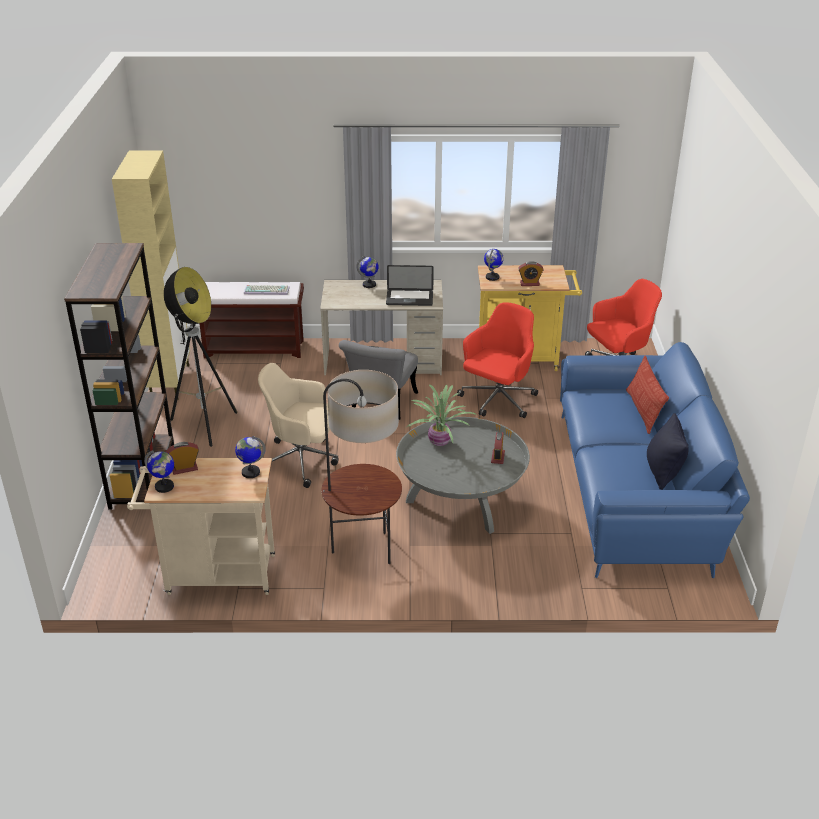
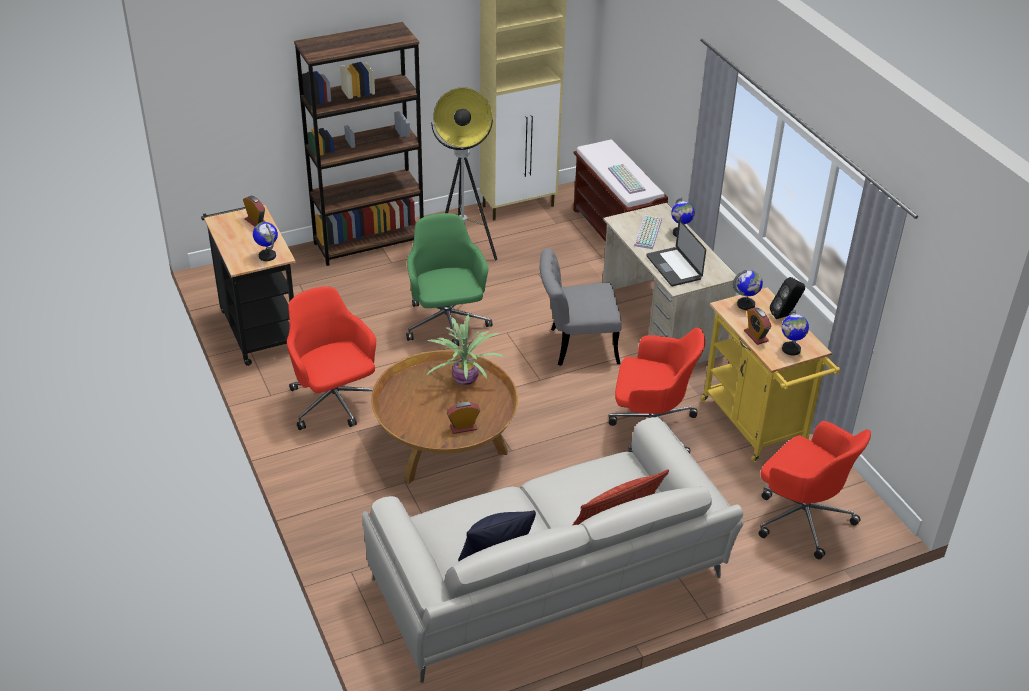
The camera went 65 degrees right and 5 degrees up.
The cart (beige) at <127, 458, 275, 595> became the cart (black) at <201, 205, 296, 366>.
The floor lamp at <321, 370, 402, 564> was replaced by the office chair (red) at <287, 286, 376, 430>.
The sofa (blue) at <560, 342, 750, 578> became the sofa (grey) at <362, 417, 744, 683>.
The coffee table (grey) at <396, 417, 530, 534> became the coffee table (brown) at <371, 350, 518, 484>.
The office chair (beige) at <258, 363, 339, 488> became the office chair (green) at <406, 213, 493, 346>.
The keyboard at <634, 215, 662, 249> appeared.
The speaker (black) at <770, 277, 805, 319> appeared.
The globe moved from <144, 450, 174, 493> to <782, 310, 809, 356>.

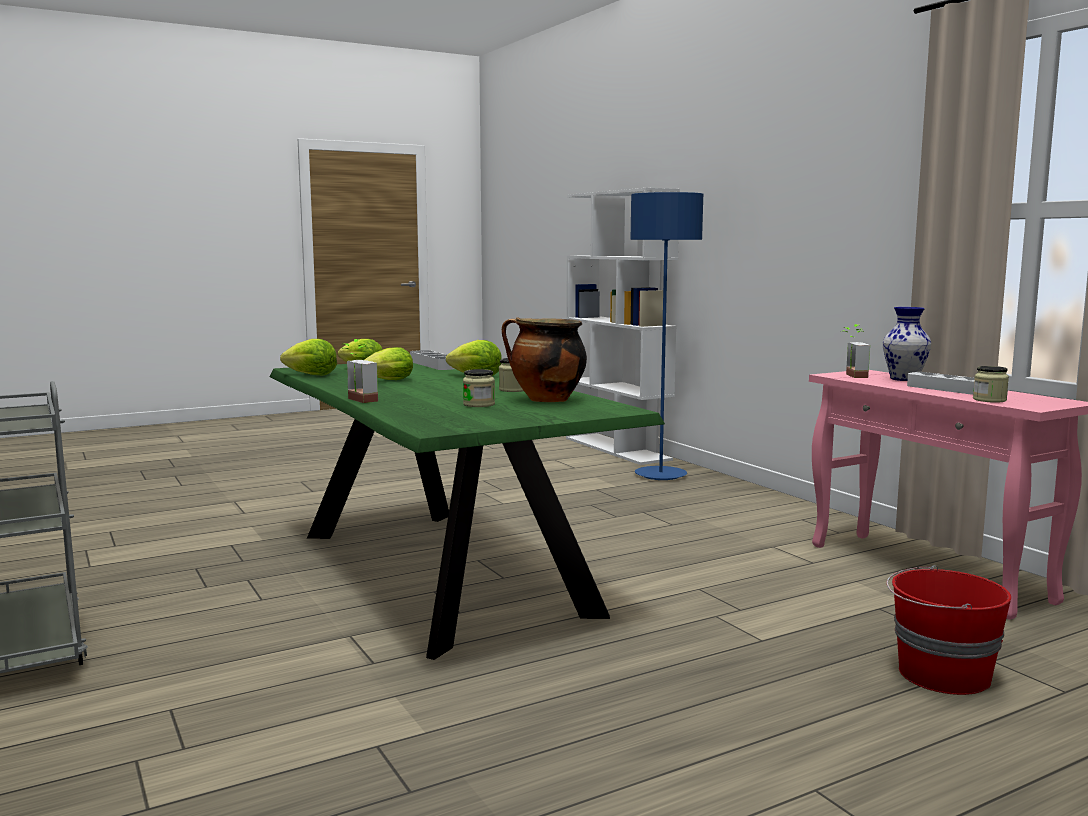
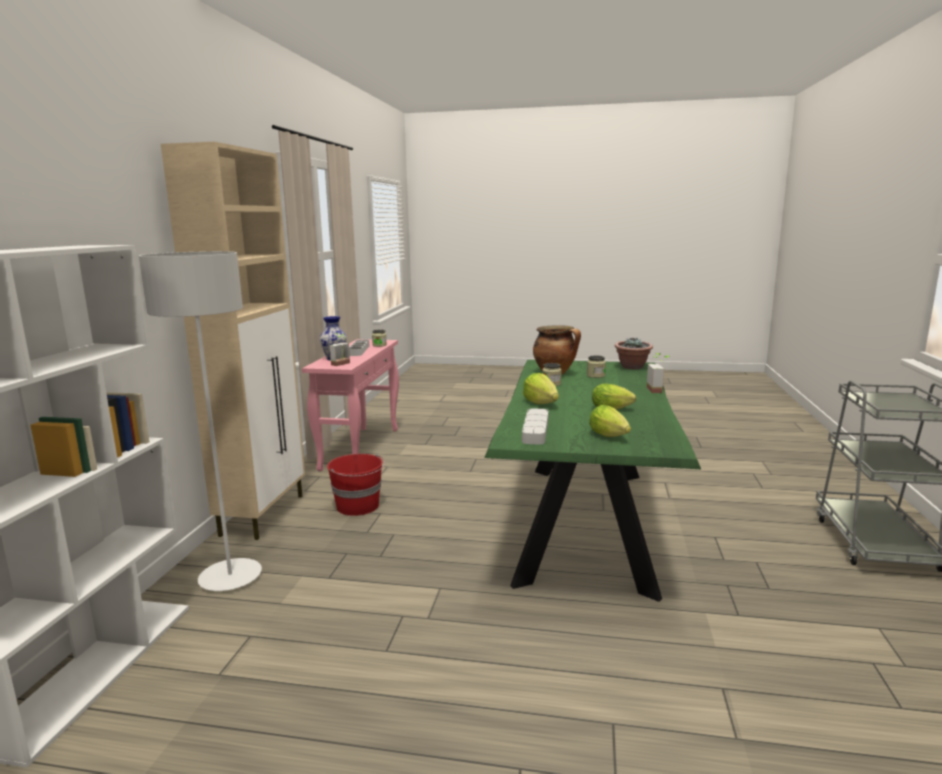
The camera went 140 degrees left and 5 degrees up.
The floor lamp (blue) at <630, 192, 704, 480> became the floor lamp (grey) at <139, 251, 262, 591>.
The cabinet (beige) at <161, 142, 305, 540> appeared.
The bucket (red) moved from <887, 565, 1011, 695> to <327, 454, 385, 516>.
The potted plant at <615, 337, 653, 369> appeared.
The lettuce at <280, 339, 337, 375> disappeared.

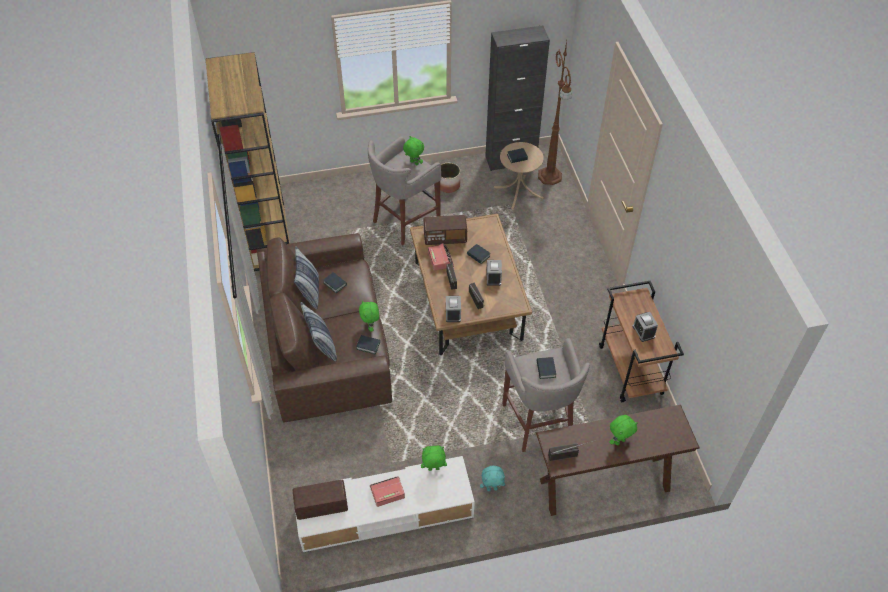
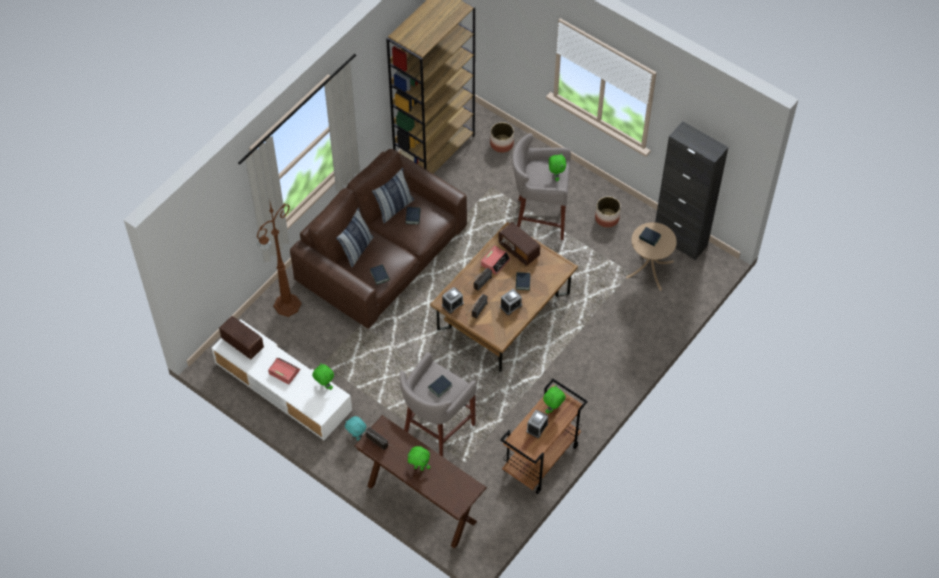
The camera went 50 degrees right and 5 degrees up.
The floor lamp (brown) moved from <538, 41, 572, 185> to <257, 199, 302, 317>.
The planter at <490, 122, 514, 153> appeared.
The plush toy (green) moved from <359, 301, 379, 331> to <543, 385, 566, 414>.

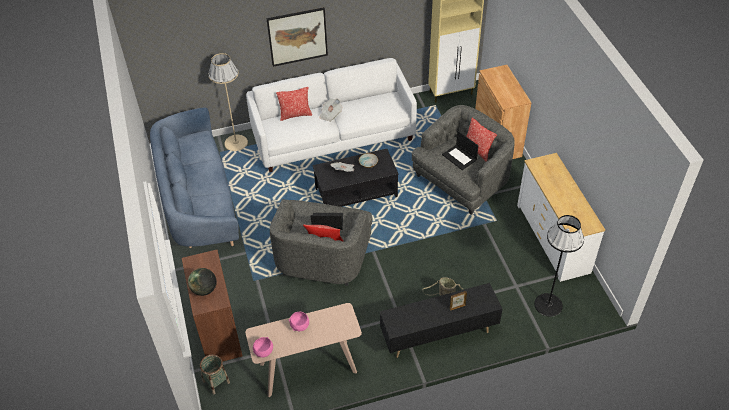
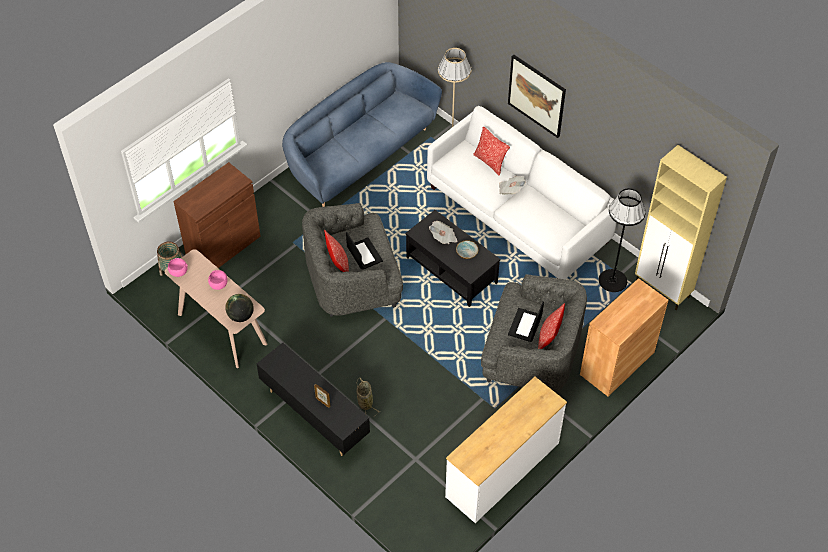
The camera went 60 degrees right and 5 degrees up.
The globe moved from <188, 268, 217, 296> to <225, 294, 254, 322>.
The floor lamp (black) moved from <534, 215, 584, 317> to <599, 188, 646, 292>.

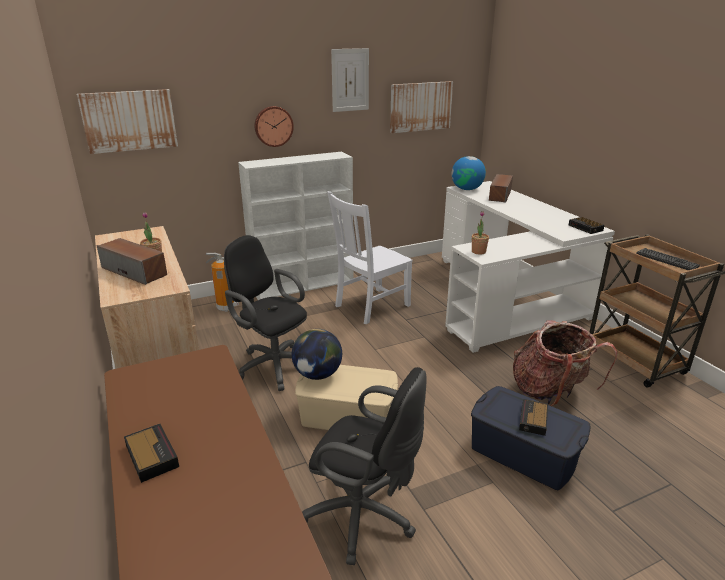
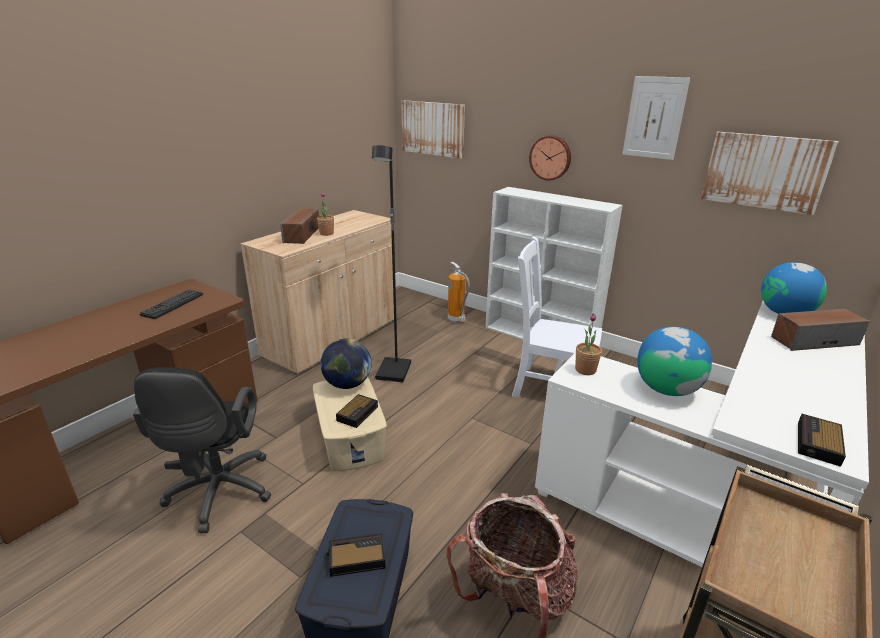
The camera went 60 degrees right and 0 degrees up.
The keyboard moved from <636, 248, 700, 270> to <140, 289, 203, 319>.
The alarm clock moved from <124, 424, 179, 483> to <336, 394, 378, 428>.
The office chair (black) at <224, 235, 307, 391> was replaced by the floor lamp (black) at <372, 145, 411, 383>.
The globe at <637, 327, 712, 396> appeared.

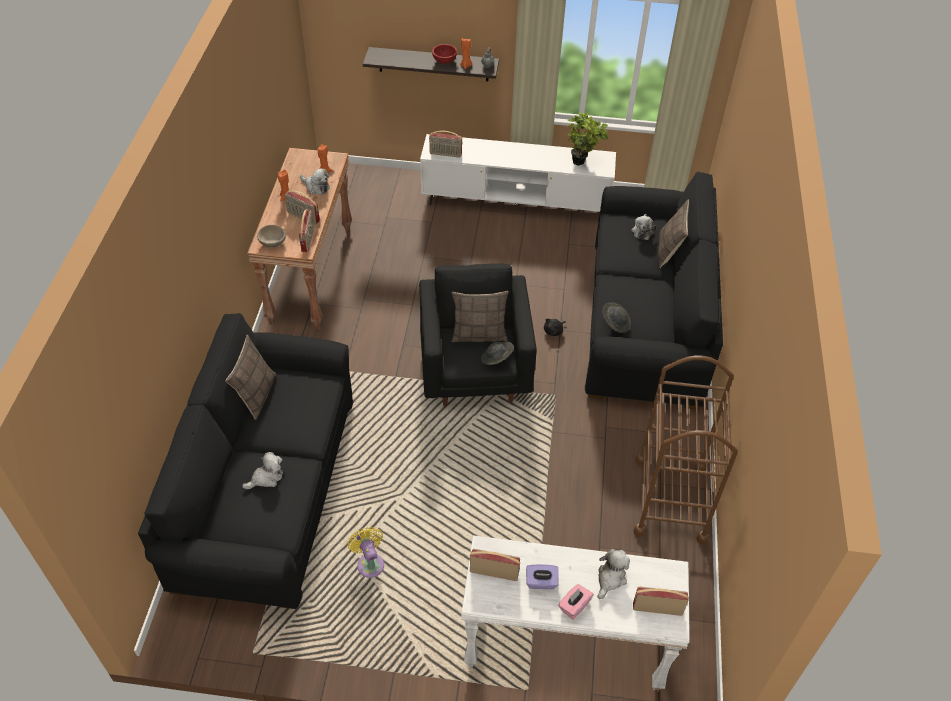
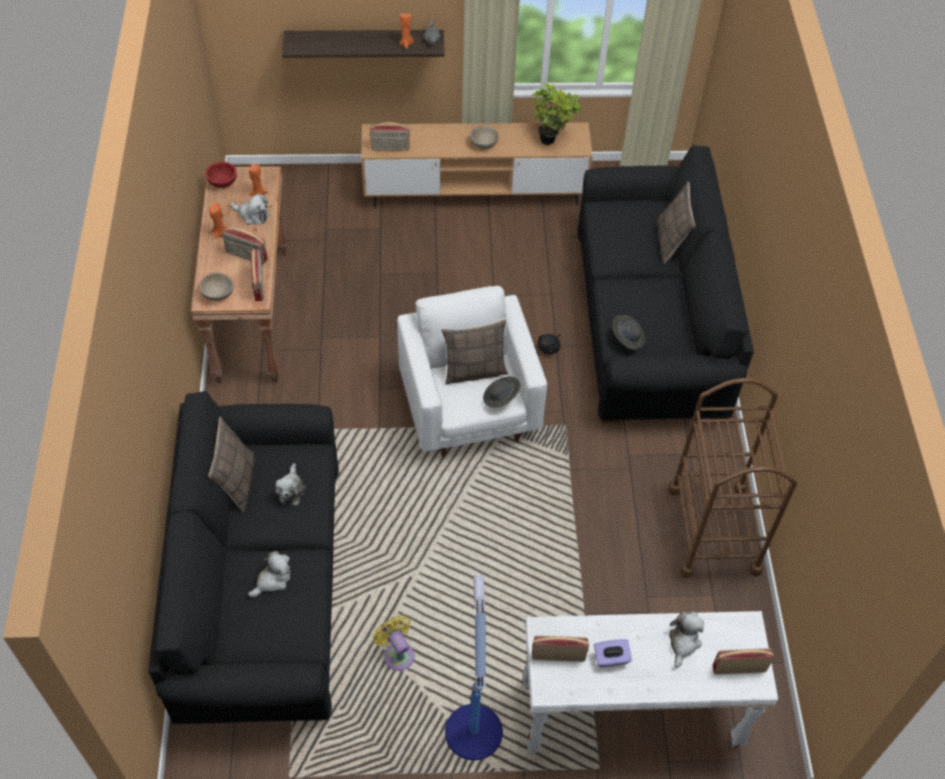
The camera went 10 degrees left and 5 degrees up.
The bowl (red) moved from <432, 44, 457, 64> to <205, 162, 237, 188>.
The plush toy moved from <631, 214, 656, 240> to <275, 463, 306, 505>.
The tv stand (white) at <420, 134, 616, 215> became the tv stand (brown) at <361, 122, 593, 207>.
The armchair (black) at <419, 263, 537, 407> became the armchair (white) at <397, 286, 547, 457>.
The floor lamp at <445, 575, 503, 760> appeared.
The bowl (beige) at <470, 125, 499, 149> appeared.
The tissue box (pink) at <558, 584, 594, 620> disappeared.

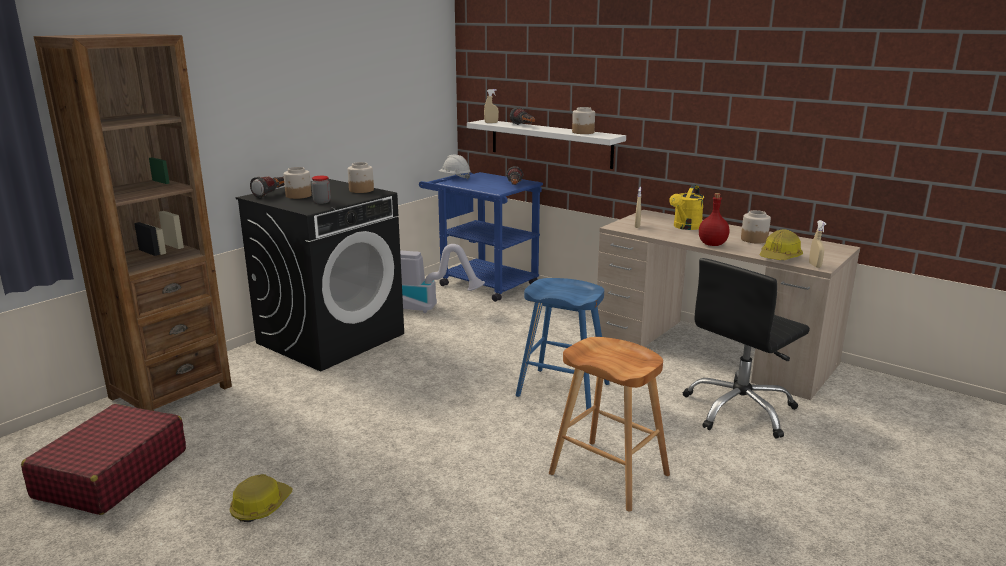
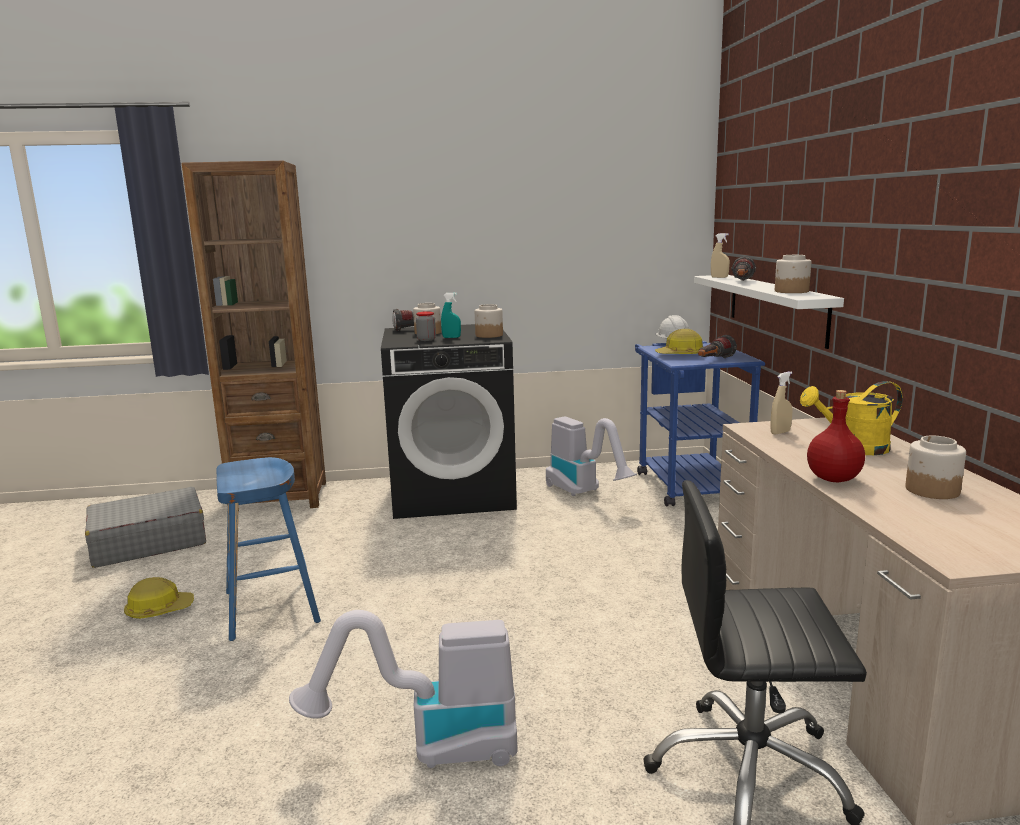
The camera went 45 degrees right and 5 degrees down.
The suitcase (red) at <21, 404, 186, 515> became the suitcase (grey) at <85, 487, 206, 568>.
The stool (blue) moved from <516, 278, 609, 410> to <216, 457, 321, 641>.
The stool (brown) at <549, 337, 670, 512> was replaced by the vacuum cleaner at <289, 610, 518, 768>.
The spray bottle (turquoise) at <441, 293, 461, 338> appeared.
The hard hat moved from <760, 229, 803, 260> to <655, 329, 703, 354>.
The spray bottle (beige) at <809, 220, 826, 268> disappeared.

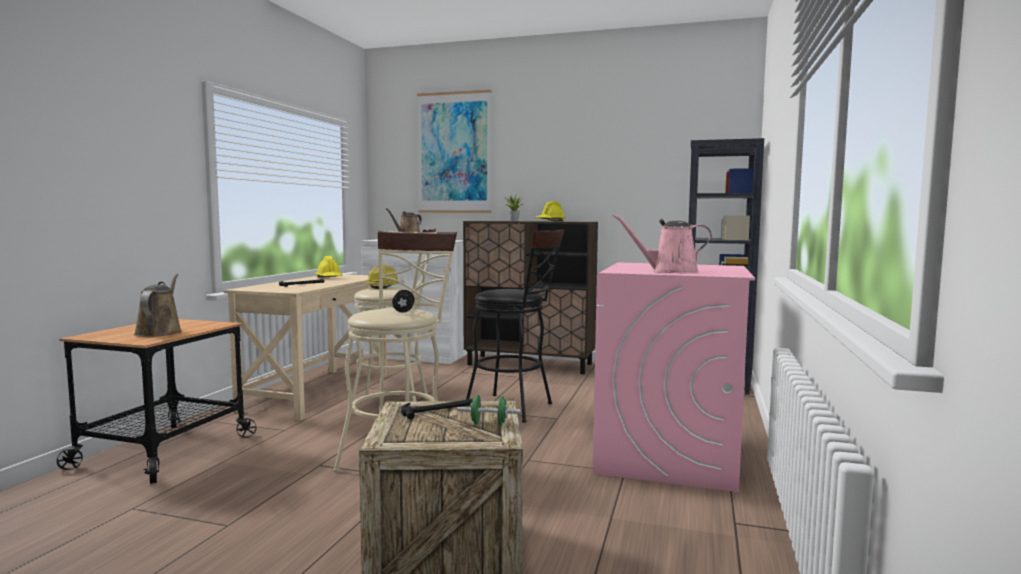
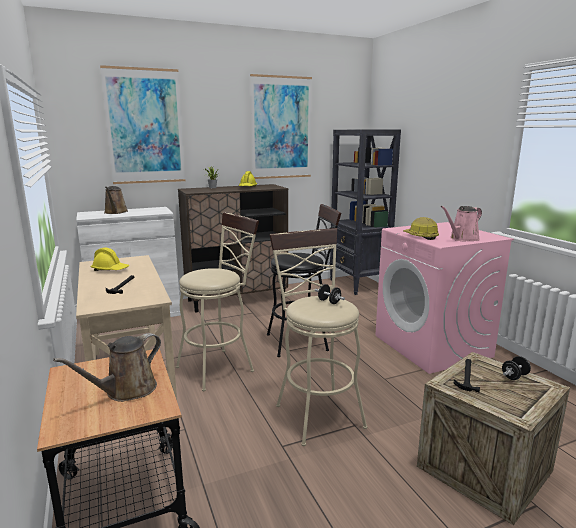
The camera went 40 degrees left and 10 degrees up.
The watering can (brown) at <133, 273, 182, 337> turned 90 degrees counterclockwise.
The picture at <250, 74, 312, 179> appeared.
The hard hat moved from <366, 264, 399, 289> to <403, 217, 439, 240>.
The dumbbell (green) at <458, 395, 521, 426> became the dumbbell (black) at <502, 356, 531, 380>.

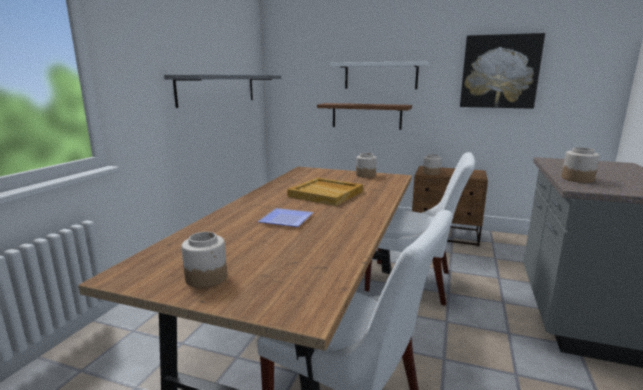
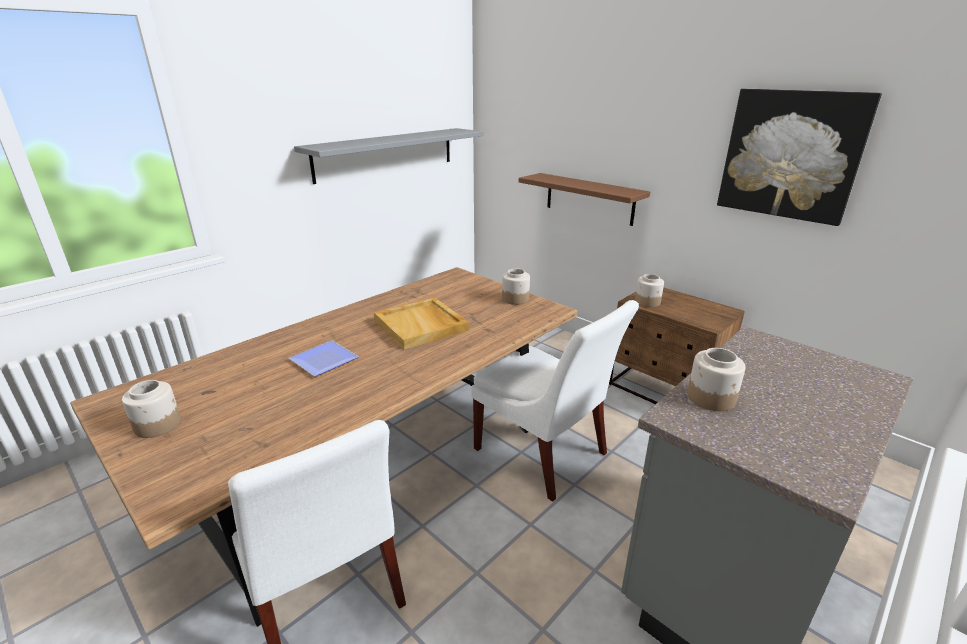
The camera went 25 degrees right and 10 degrees up.
The shelf (white) at <330, 61, 429, 89> disappeared.

